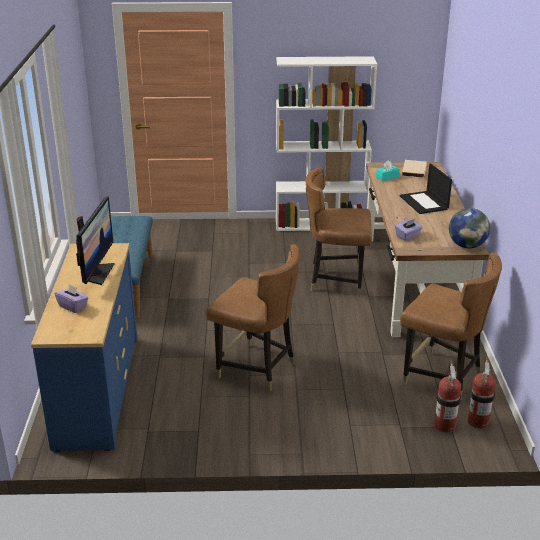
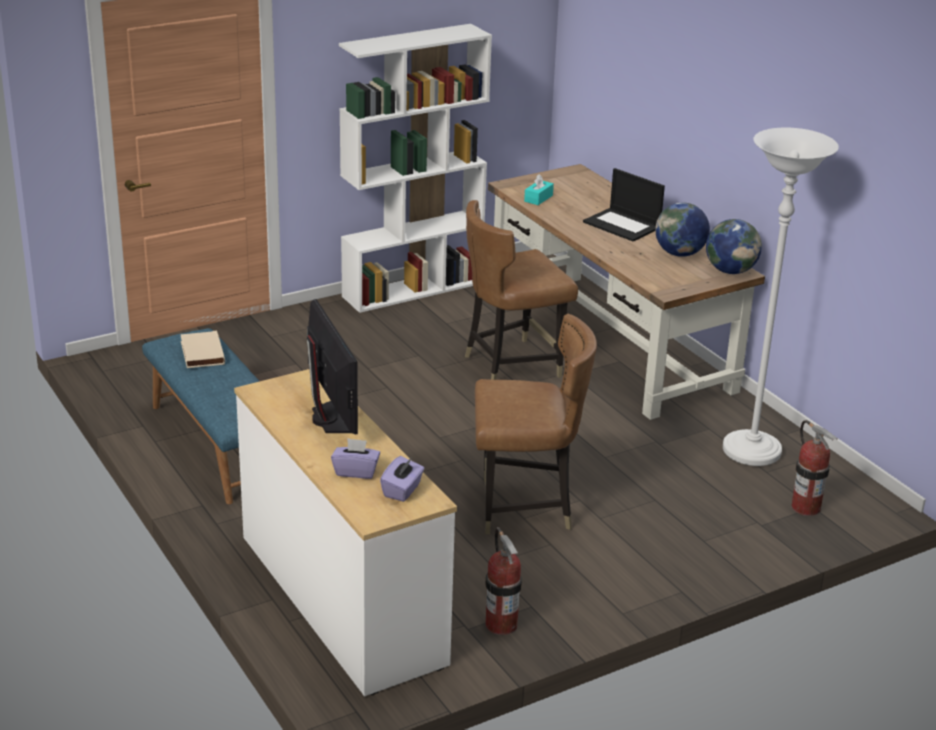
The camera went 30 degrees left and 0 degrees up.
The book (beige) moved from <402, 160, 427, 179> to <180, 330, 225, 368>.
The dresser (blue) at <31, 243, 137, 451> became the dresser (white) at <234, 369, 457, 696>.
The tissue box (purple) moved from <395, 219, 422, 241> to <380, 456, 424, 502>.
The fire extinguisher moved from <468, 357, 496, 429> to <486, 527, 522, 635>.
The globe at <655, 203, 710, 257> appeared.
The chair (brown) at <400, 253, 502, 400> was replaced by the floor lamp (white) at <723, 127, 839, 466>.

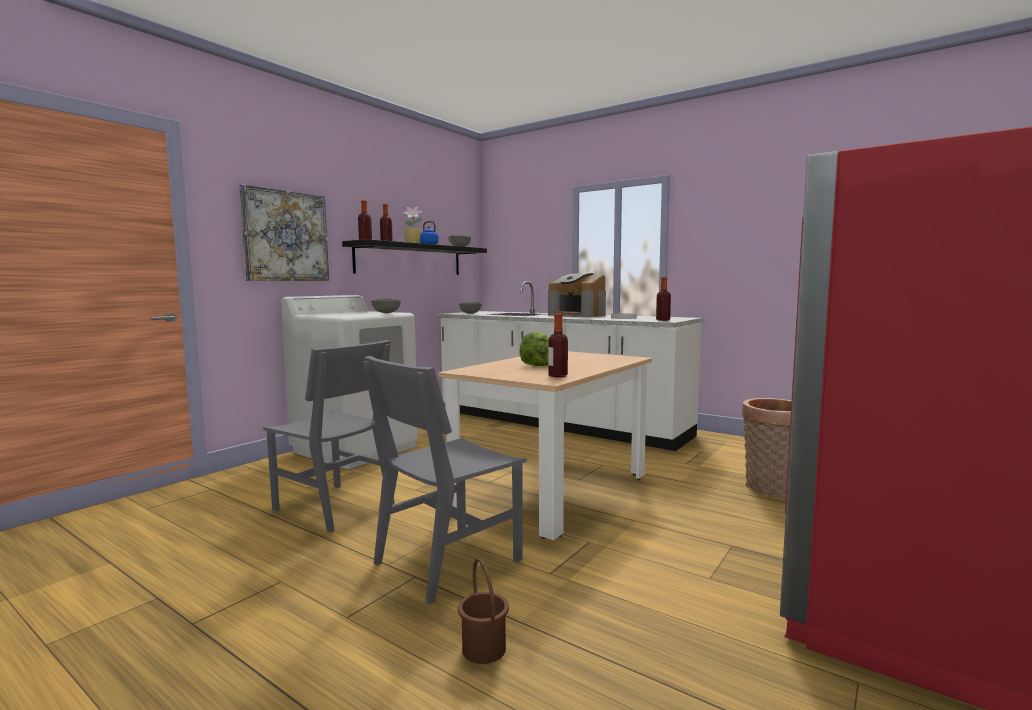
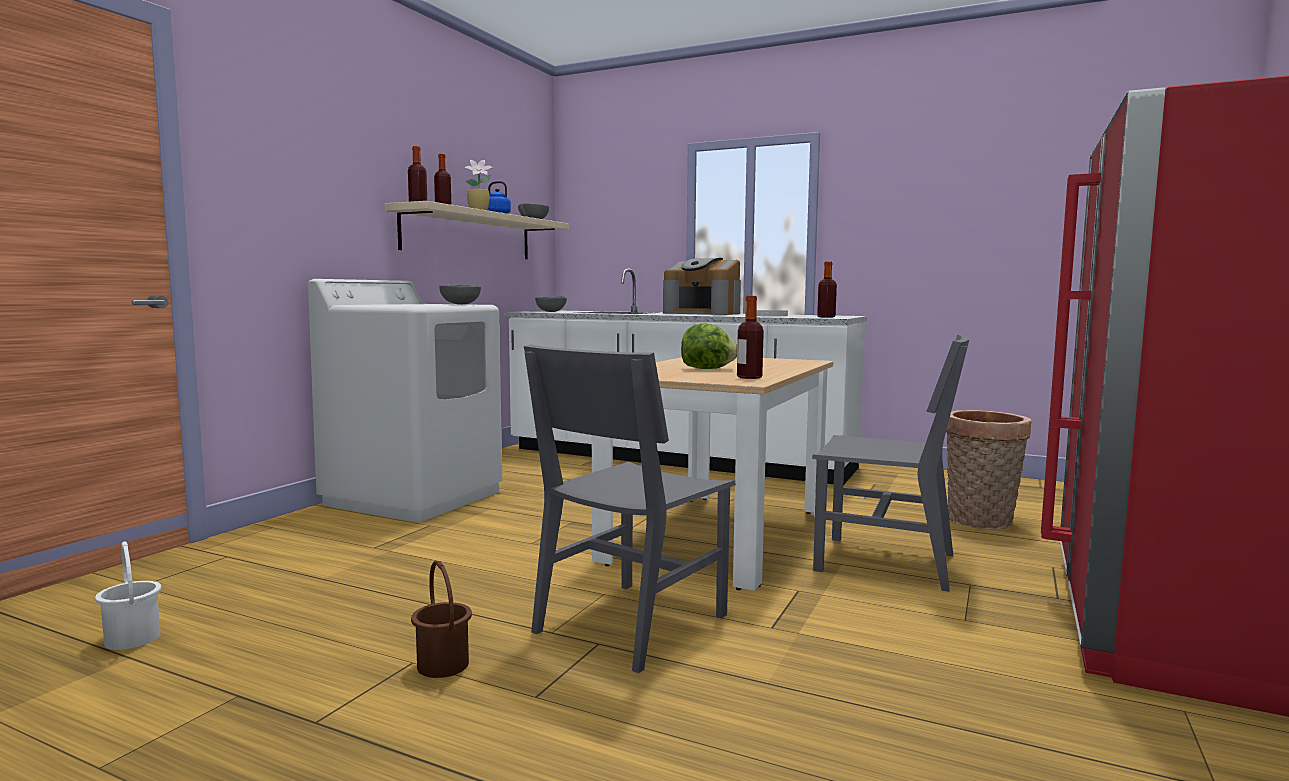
The camera went 10 degrees left and 0 degrees up.
The bucket (white) at <95, 542, 161, 650> appeared.
The shelf (black) at <342, 239, 487, 275> became the shelf (beige) at <385, 201, 569, 259>.
The bucket (brown) moved from <458, 558, 509, 664> to <411, 561, 472, 678>.
The chair (grey) moved from <263, 340, 395, 533> to <812, 334, 969, 592>.
The picture at <239, 184, 329, 281> disappeared.

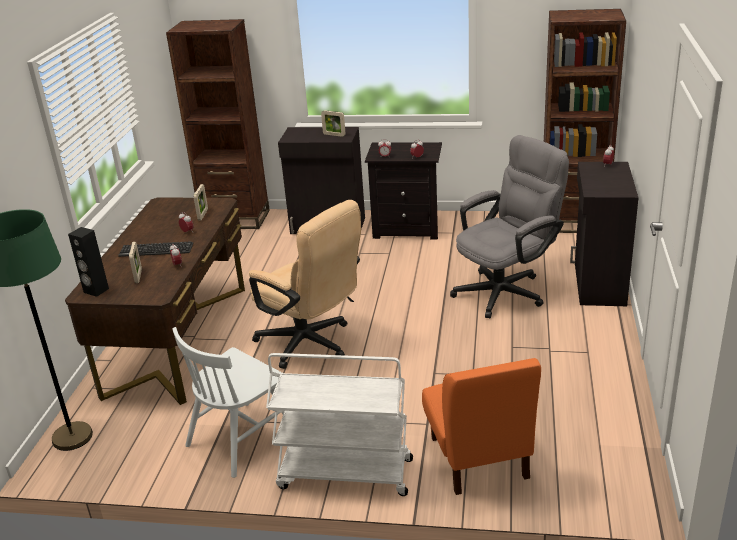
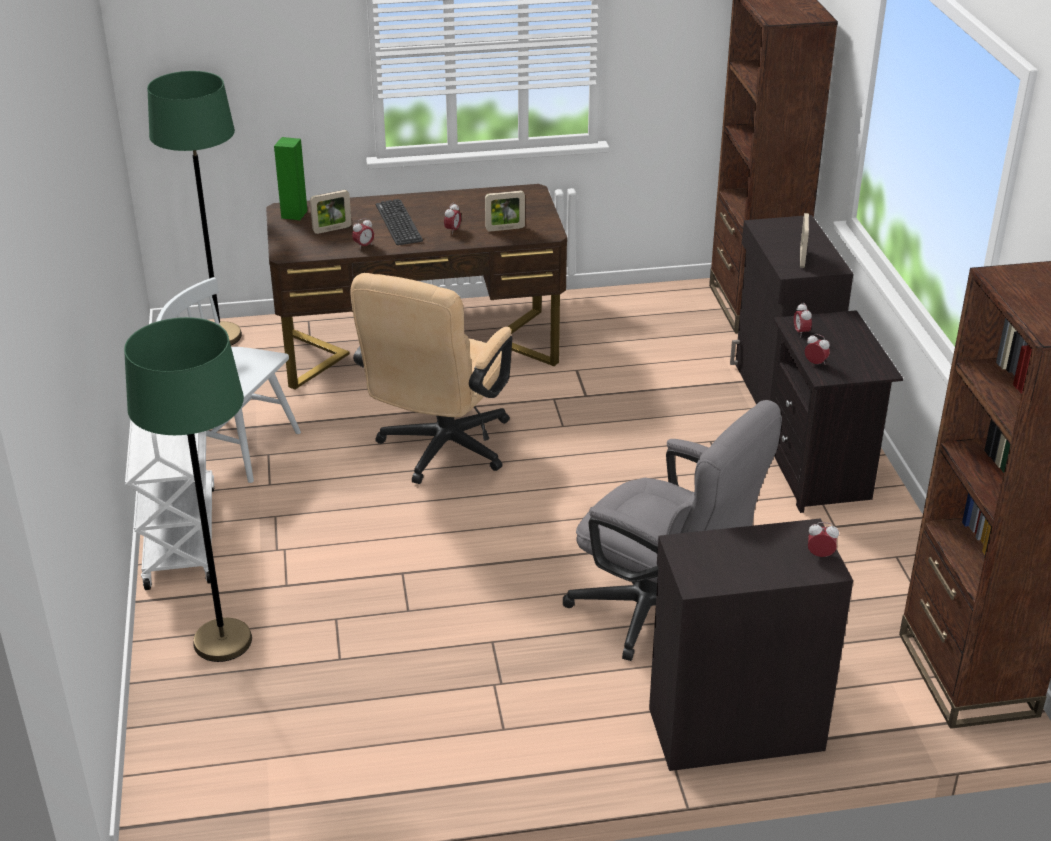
The camera went 70 degrees right and 5 degrees up.
The chair (orange) at <422, 358, 541, 495> was replaced by the floor lamp (green) at <124, 317, 252, 662>.
The speaker (black) at <68, 227, 109, 297> became the speaker (green) at <274, 137, 307, 220>.

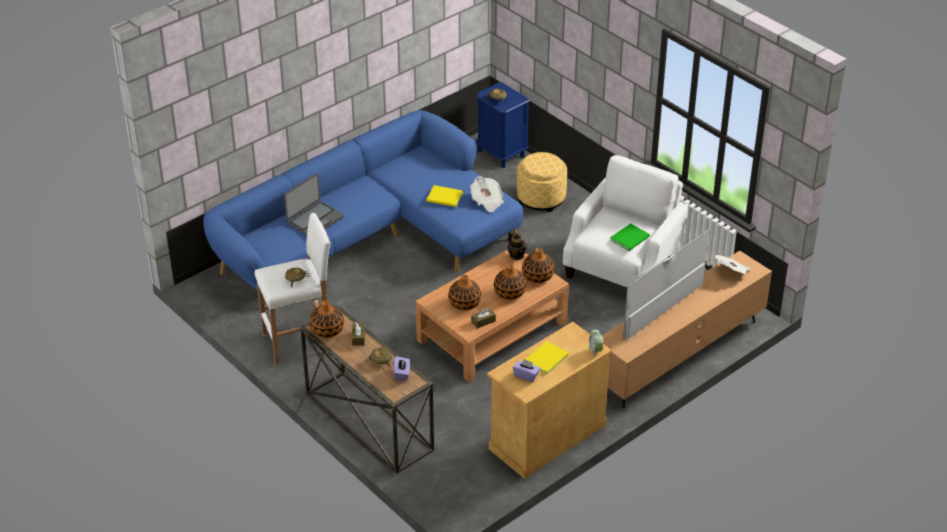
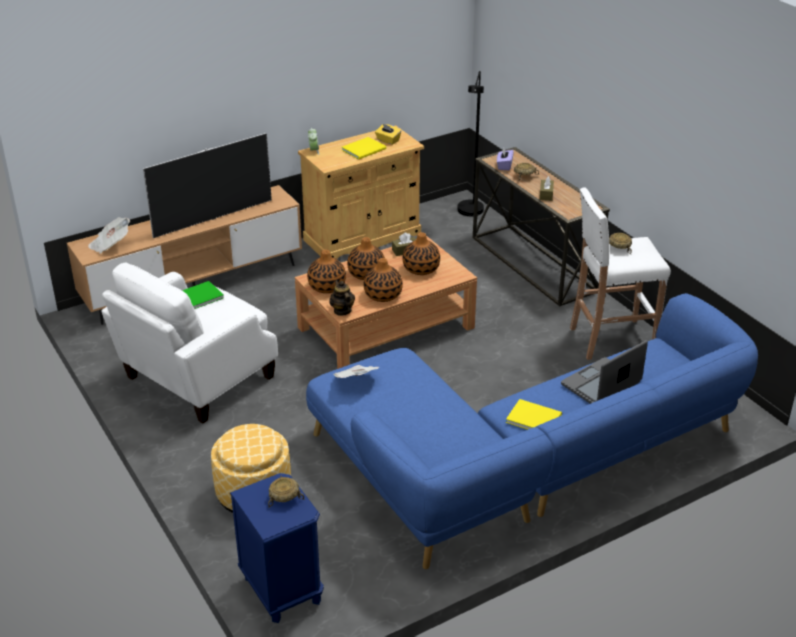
The camera went 170 degrees left and 5 degrees down.
The vase moved from <309, 300, 344, 338> to <364, 258, 403, 302>.
The tissue box (purple) at <513, 359, 540, 382> became the tissue box (yellow) at <375, 124, 401, 145>.
The floor lamp (black) at <457, 71, 484, 216> appeared.
The book (yellow) moved from <426, 185, 463, 207> to <506, 399, 562, 430>.

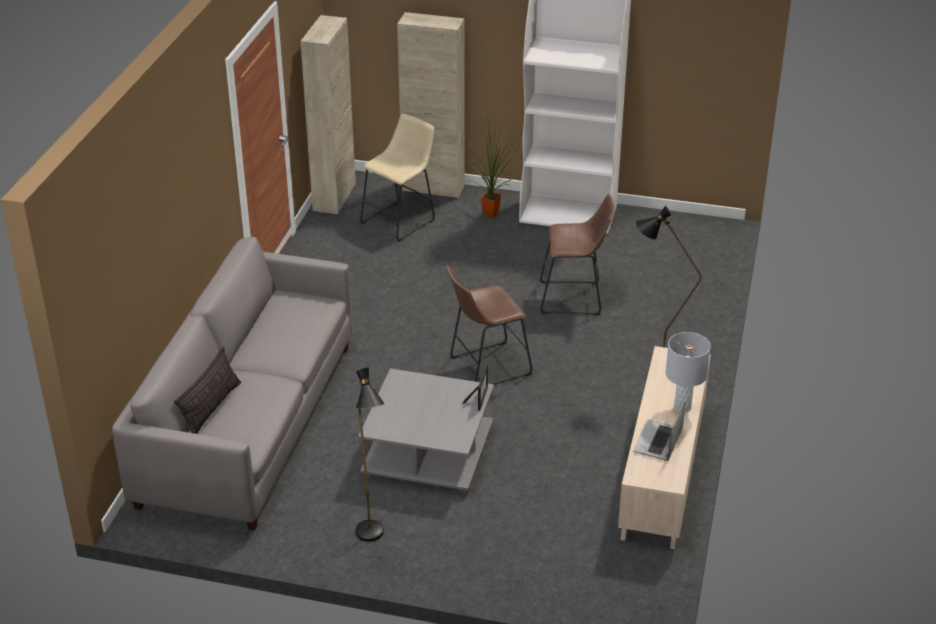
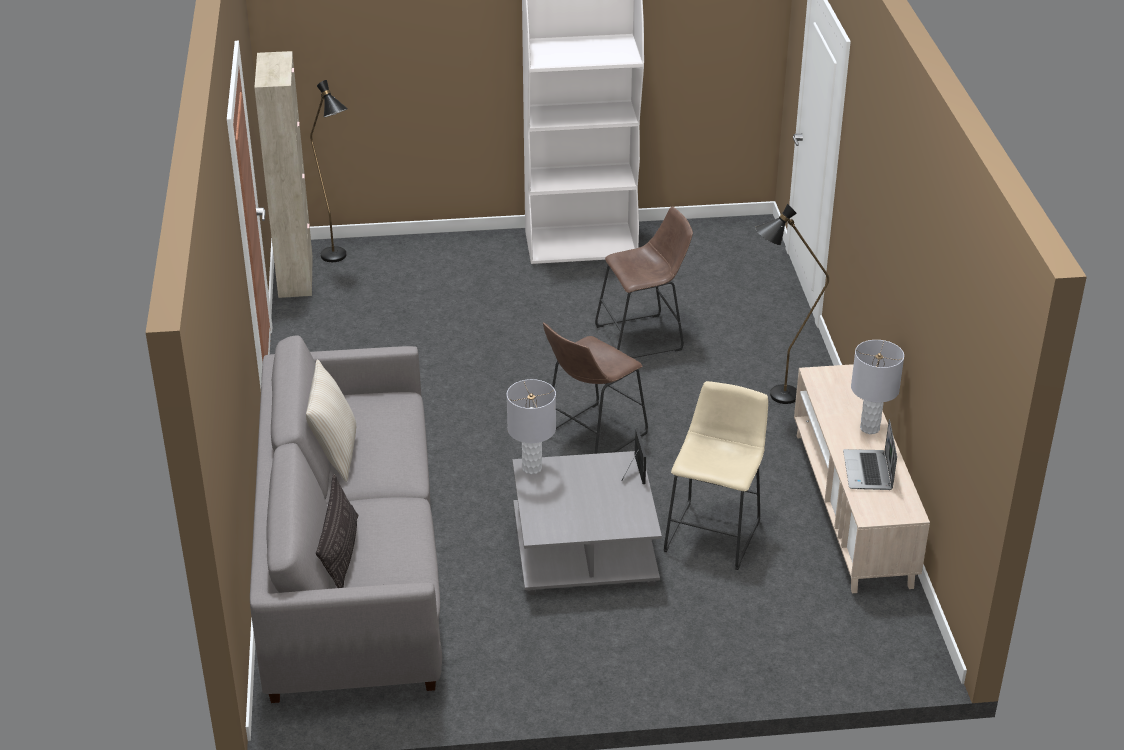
The camera went 20 degrees left and 0 degrees up.
The pillow (beige) at <306, 359, 356, 482> appeared.
The floor lamp (black) moved from <356, 367, 384, 542> to <310, 80, 348, 262>.
The table lamp (grey) at <507, 379, 556, 475> appeared.
The stool (beige) moved from <360, 114, 435, 242> to <664, 381, 768, 570>.
The cabinet (beige) at <397, 12, 465, 198> disappeared.
The potted plant at <466, 107, 520, 218> disappeared.

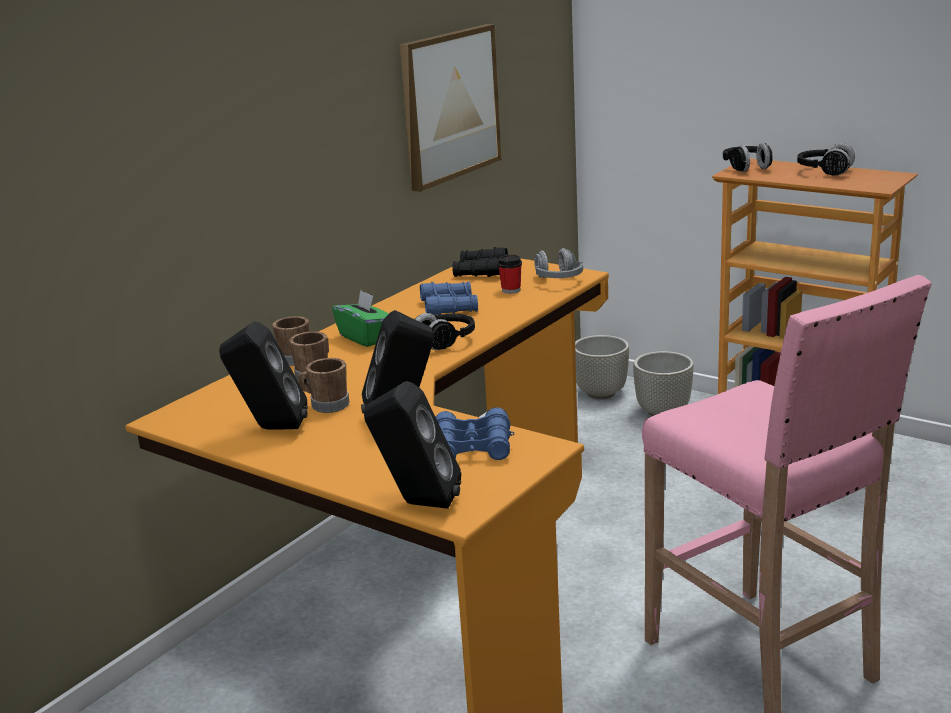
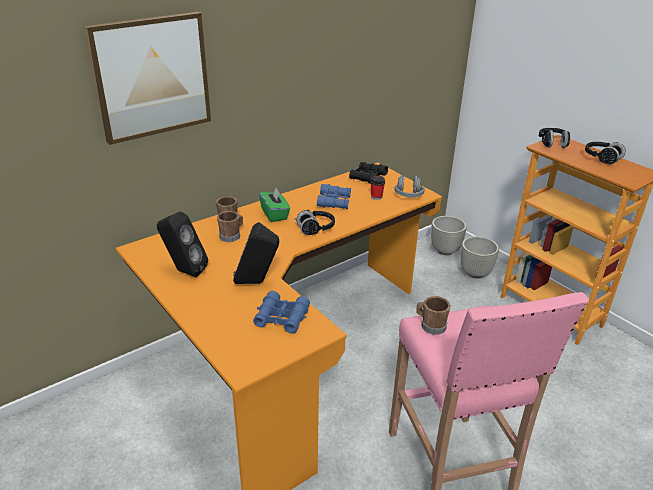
The camera went 15 degrees right and 10 degrees up.
The picture moved from <400, 24, 501, 192> to <84, 12, 211, 145>.
The mug (brown) moved from <298, 358, 349, 413> to <416, 296, 451, 335>.
The speaker (black) at <364, 381, 461, 509> disappeared.

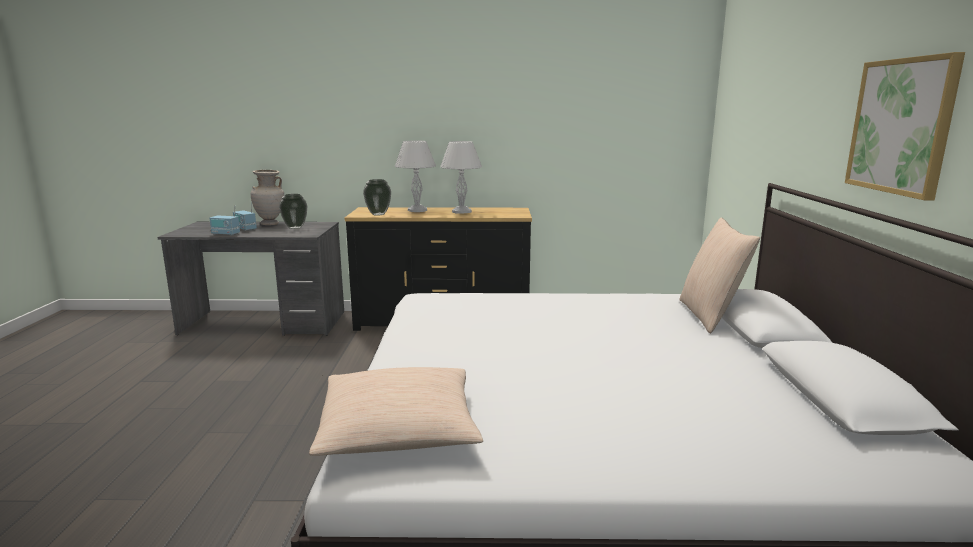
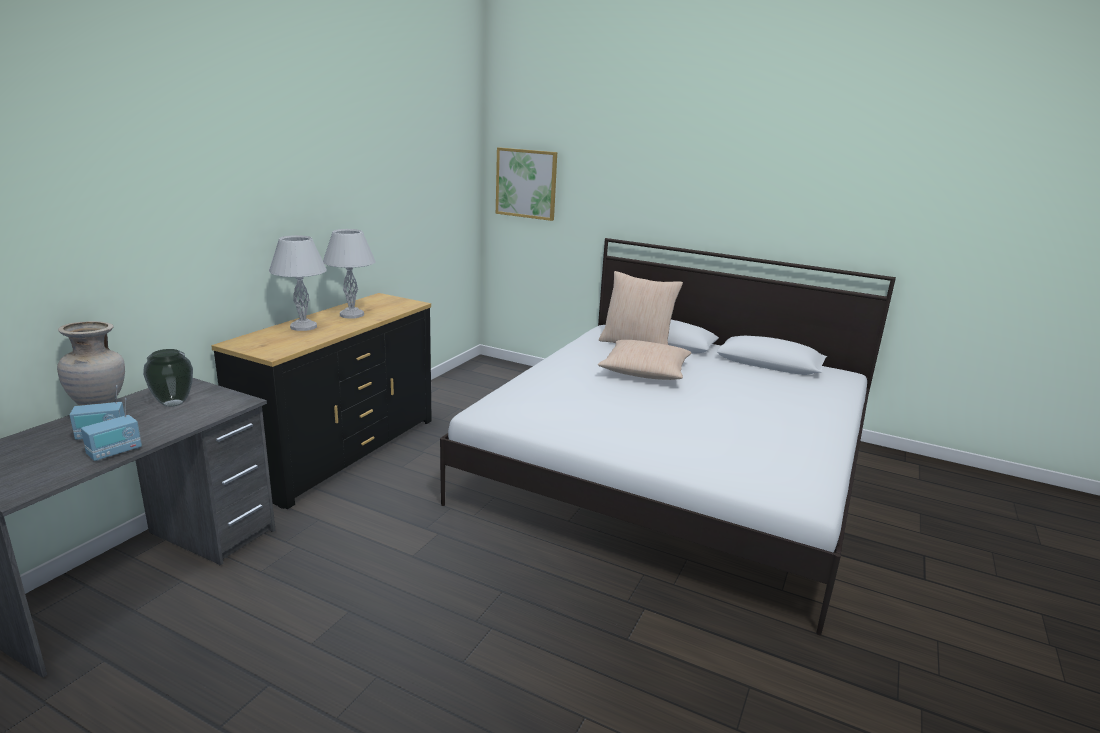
The camera went 65 degrees left and 5 degrees up.
The picture moved from <845, 52, 965, 200> to <496, 147, 557, 221>.
The pillow (beige) moved from <309, 367, 483, 456> to <598, 340, 692, 380>.
The vase at <363, 179, 391, 216> disappeared.

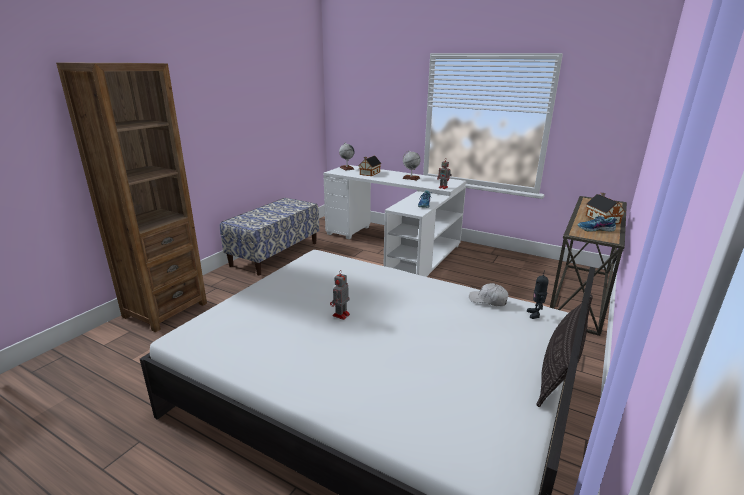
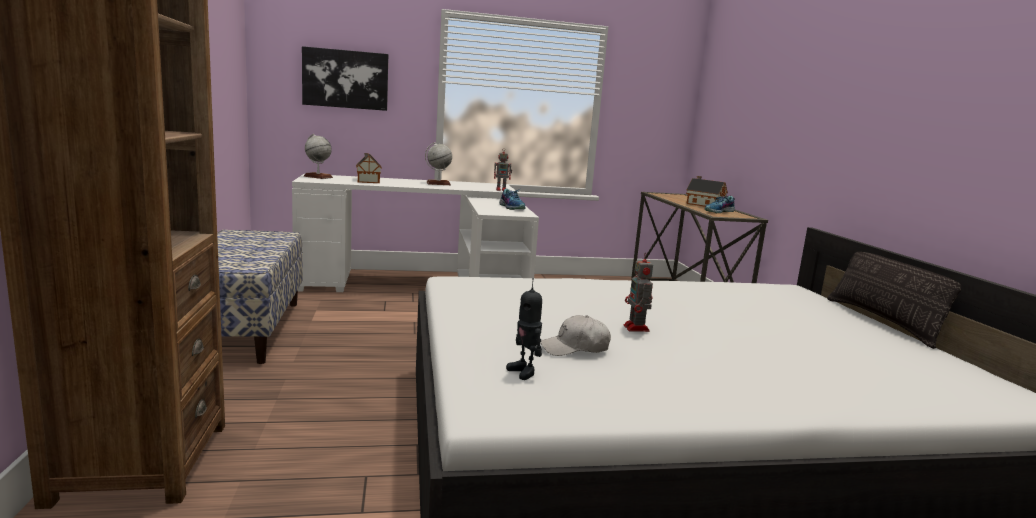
The camera went 40 degrees left and 10 degrees down.
The picture at <302, 46, 388, 111> appeared.
The toy robot moved from <527, 270, 548, 319> to <506, 278, 542, 380>.
The cap (white) moved from <469, 283, 509, 306> to <540, 315, 611, 356>.

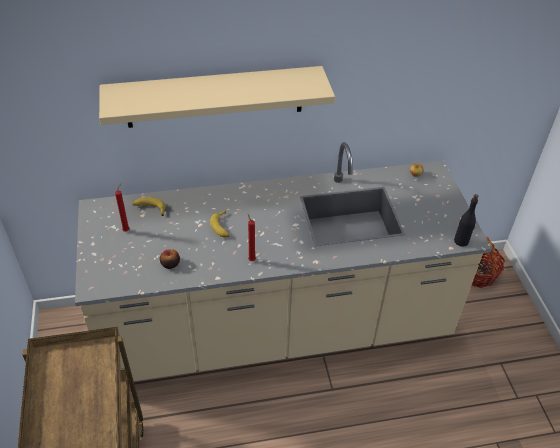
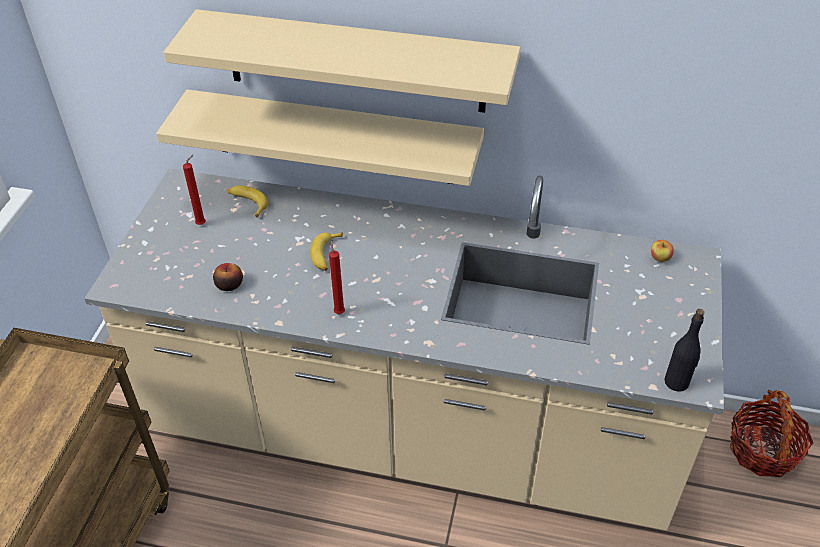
The camera went 25 degrees right and 0 degrees up.
The shelf (beige) at <156, 89, 484, 186> appeared.

